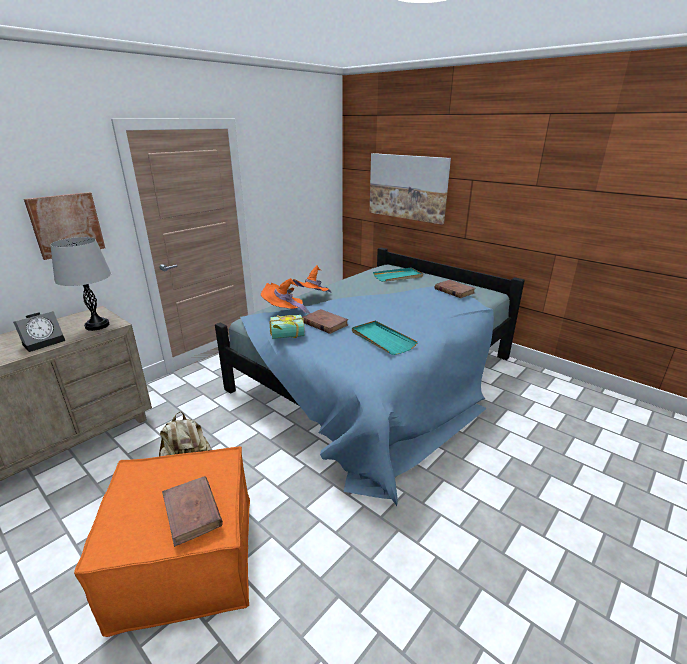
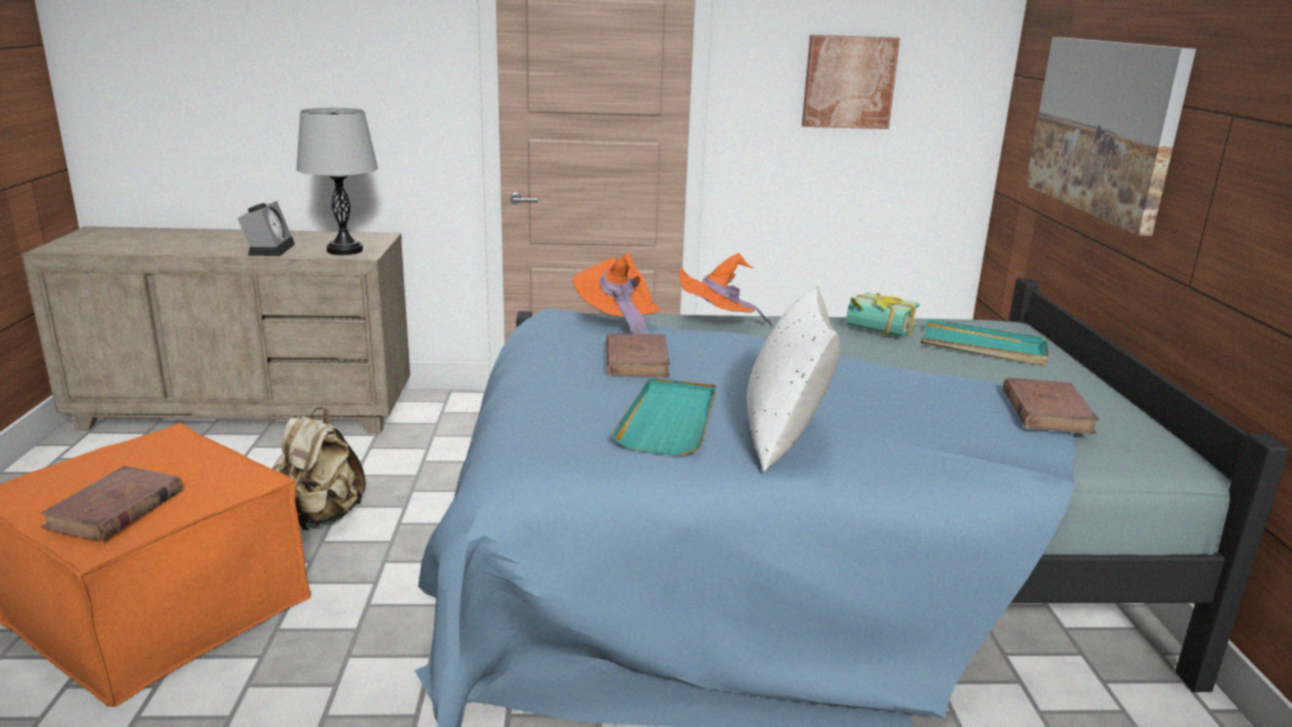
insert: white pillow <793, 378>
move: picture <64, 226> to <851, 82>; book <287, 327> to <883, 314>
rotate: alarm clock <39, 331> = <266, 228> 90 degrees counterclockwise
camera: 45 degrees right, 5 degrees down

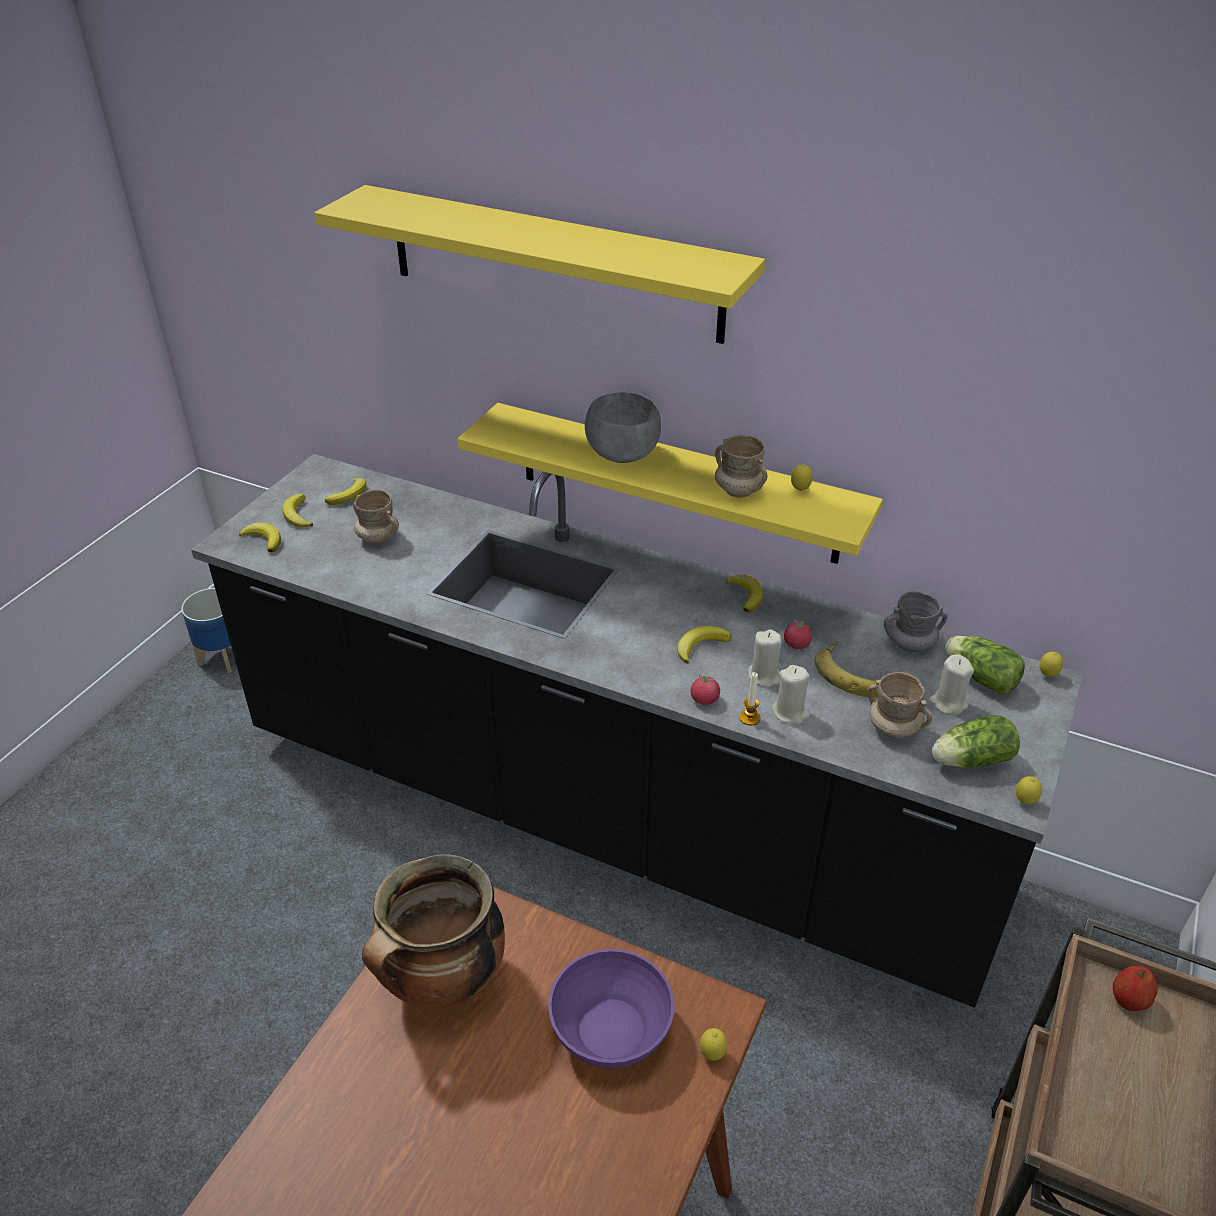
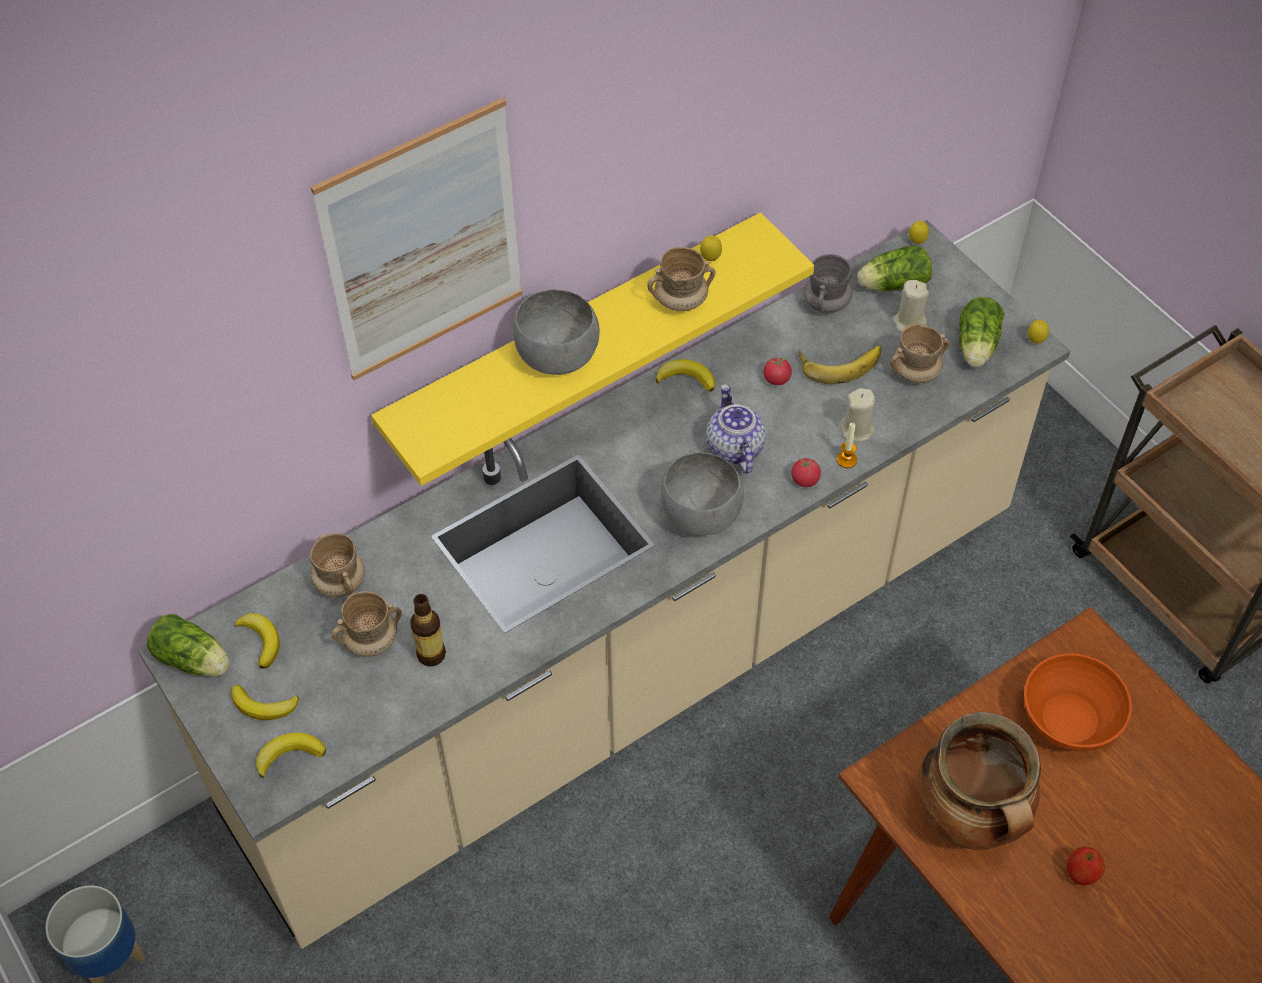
delete: lemon <714, 1044>; beige candle <765, 658>
insert: lettuce <188, 645>; beige mug <337, 565>; bottle <428, 630>; grey bowl <702, 493>
move: apple <1135, 988> to <1086, 865>
replace: yellow shelf <540, 264> to picture <416, 239>; banana <704, 645> to teapot <736, 429>
recolor: black counter <637, 731> to beige counter <604, 584>; purple bowl <611, 1008> to orange bowl <1078, 702>
camera: 60 degrees left, 15 degrees up

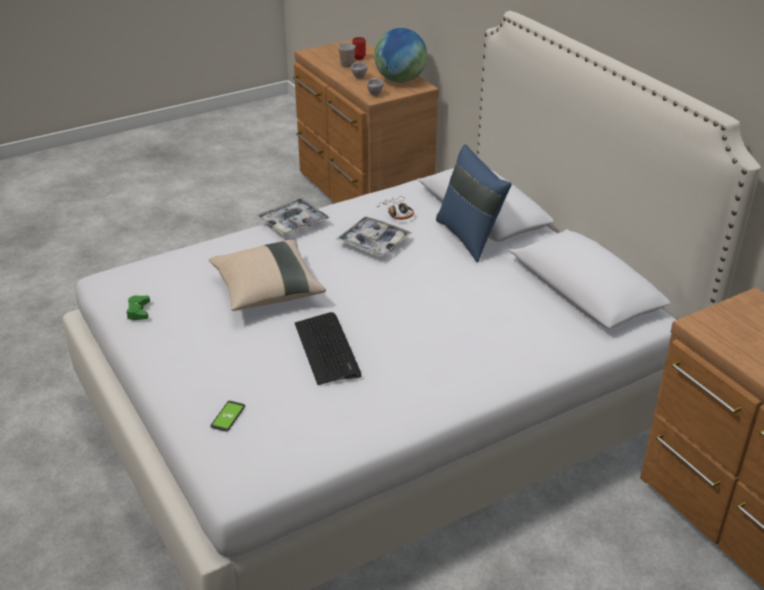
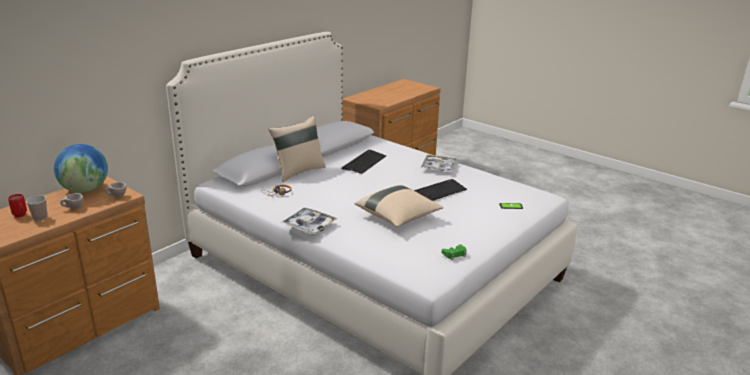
insert: keyboard <363, 162>
move: tray <374, 237> to <439, 163>
recolor: blue pillow <474, 203> to beige pillow <297, 149>
camera: 110 degrees left, 10 degrees down

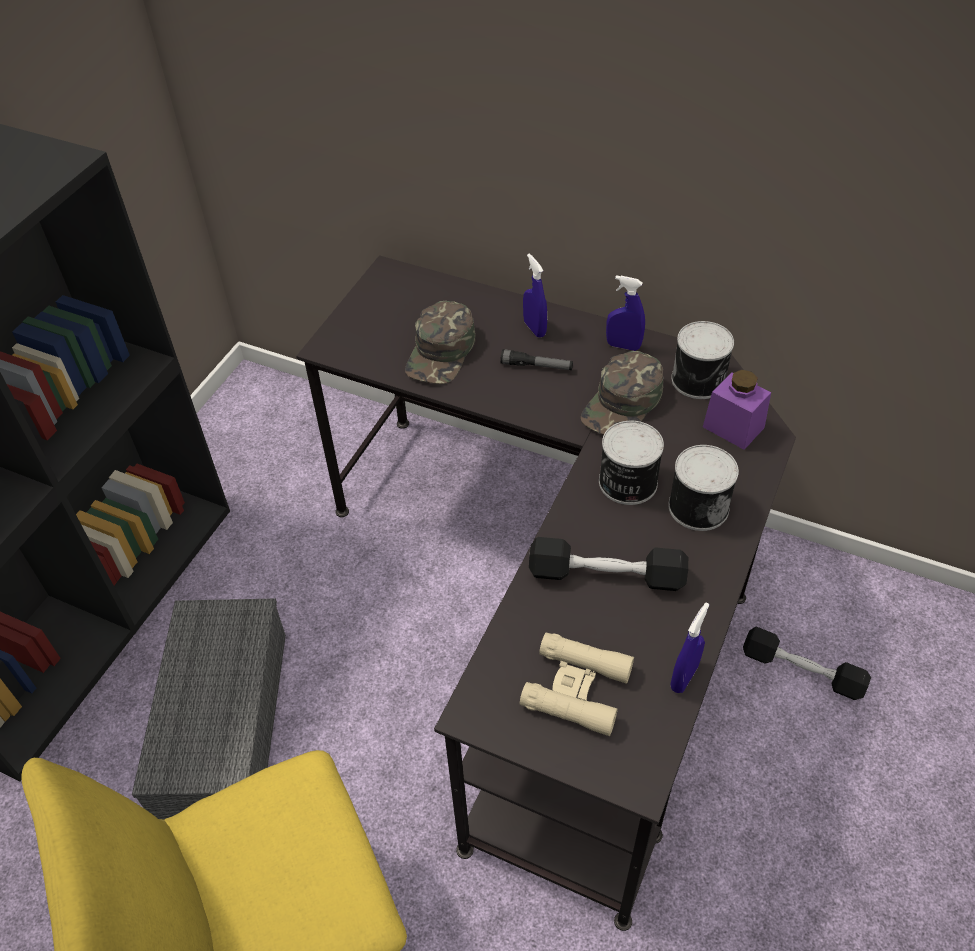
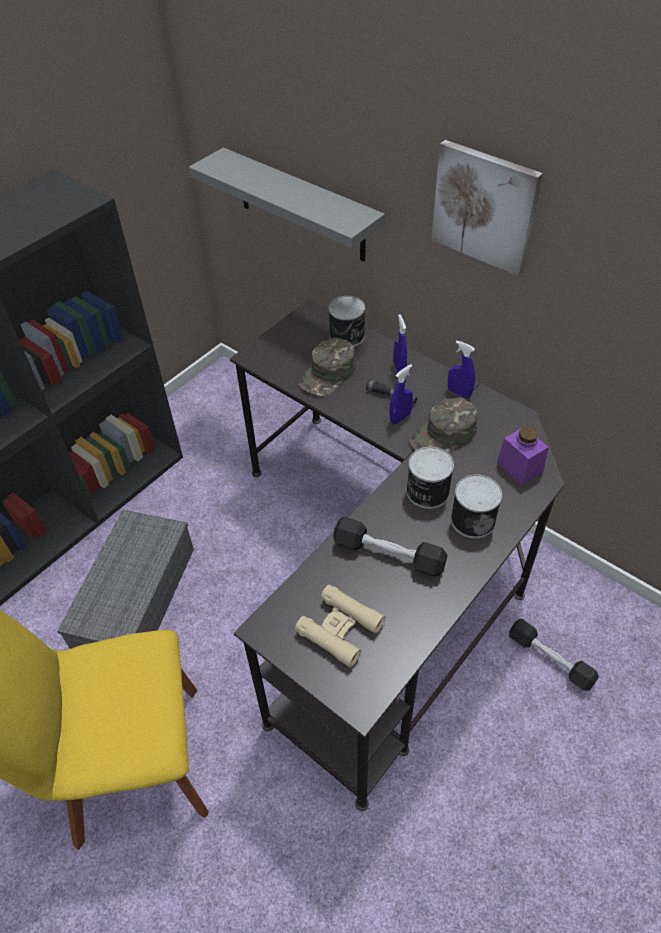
insert: grey shelf <287, 204>; picture <487, 208>
move: can <702, 360> to <346, 321>; blue spray bottle <690, 648> to <401, 394>
camera: 15 degrees right, 0 degrees up

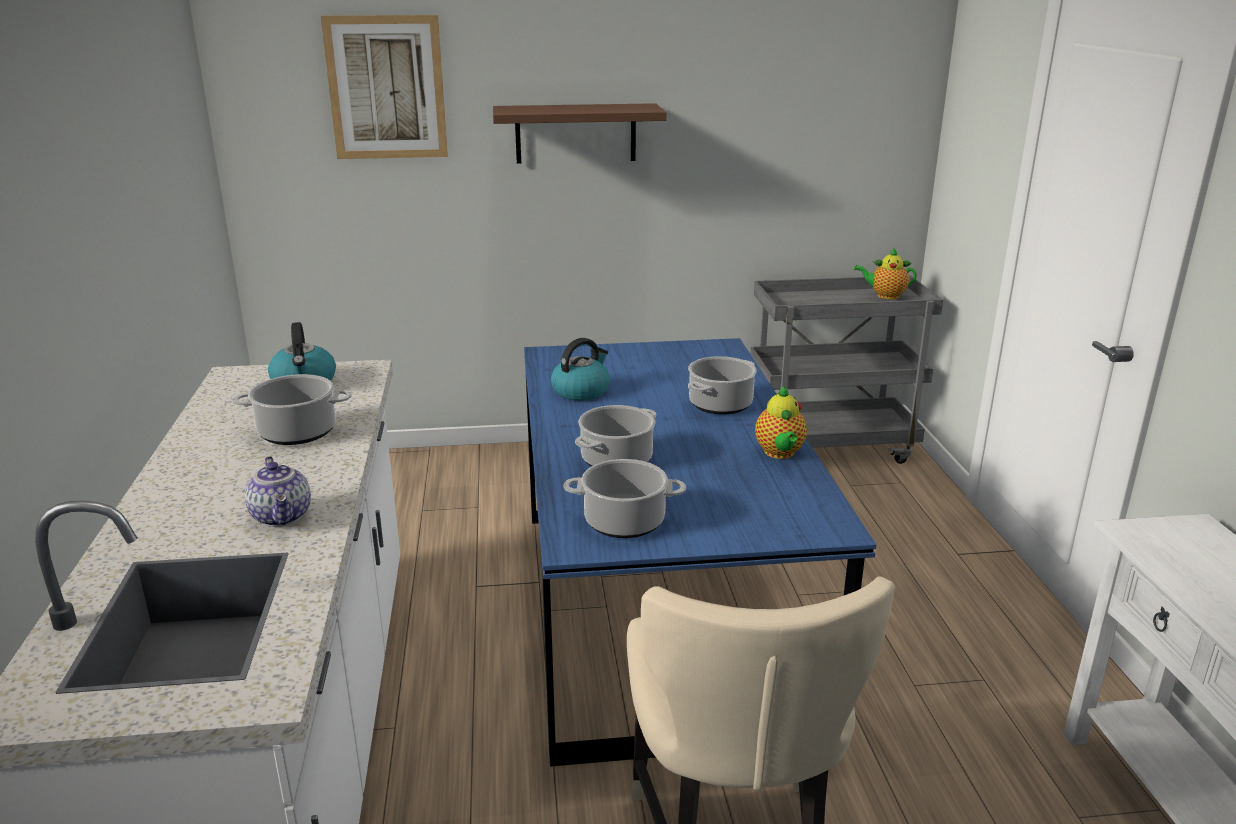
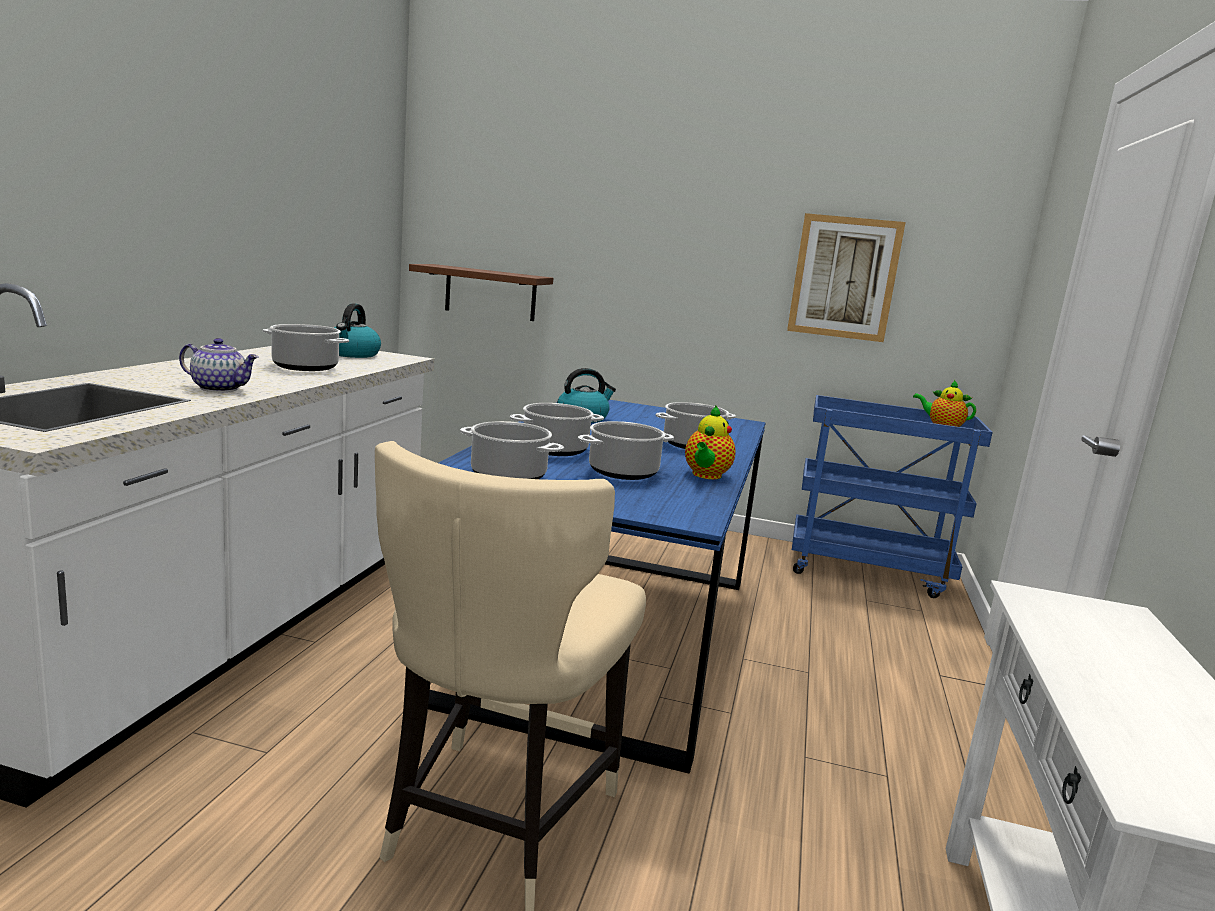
insert: cooking pot <626, 450>
move: picture <384, 87> to <846, 277>; brown shelf <579, 133> to <481, 292>
recolor: grey cart <846, 369> to blue cart <892, 496>
rotate: teapot <278, 491> = <218, 365> 75 degrees counterclockwise
camera: 20 degrees right, 10 degrees down

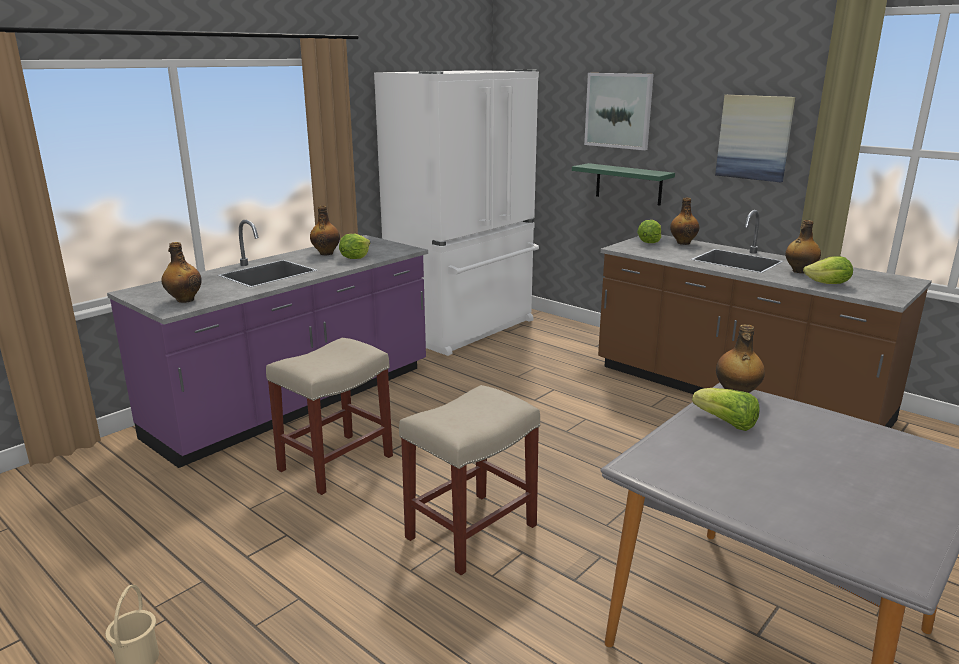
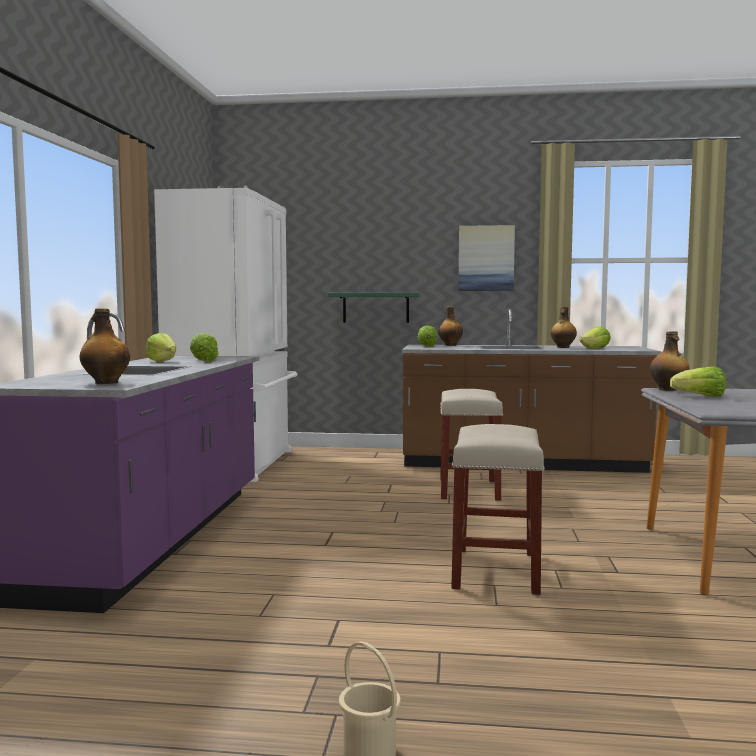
delete: picture <619, 111>
move: beige stool <329, 416> to <471, 445>
replace: bottle <325, 230> to lettuce <161, 347>
camera: 35 degrees left, 15 degrees down

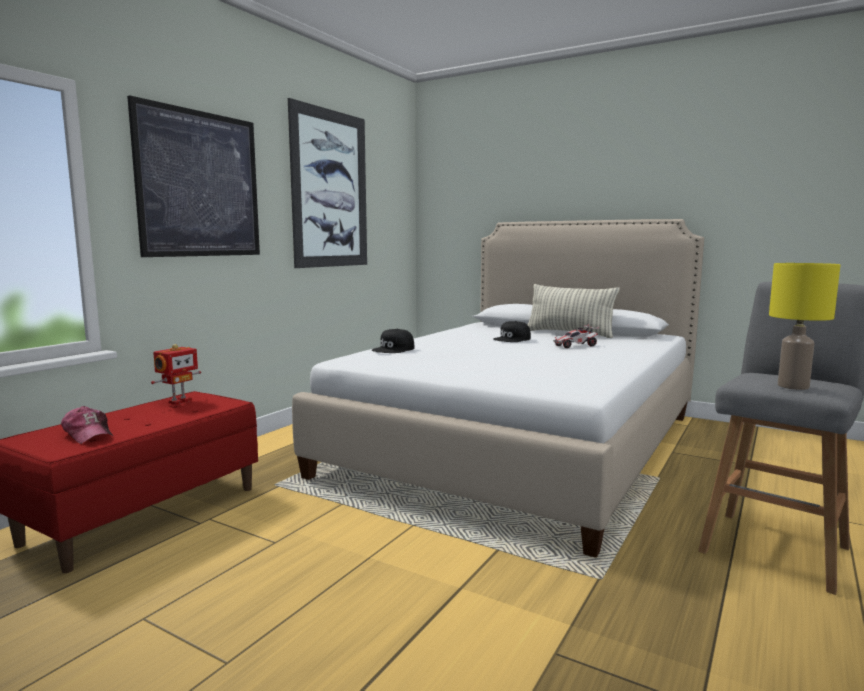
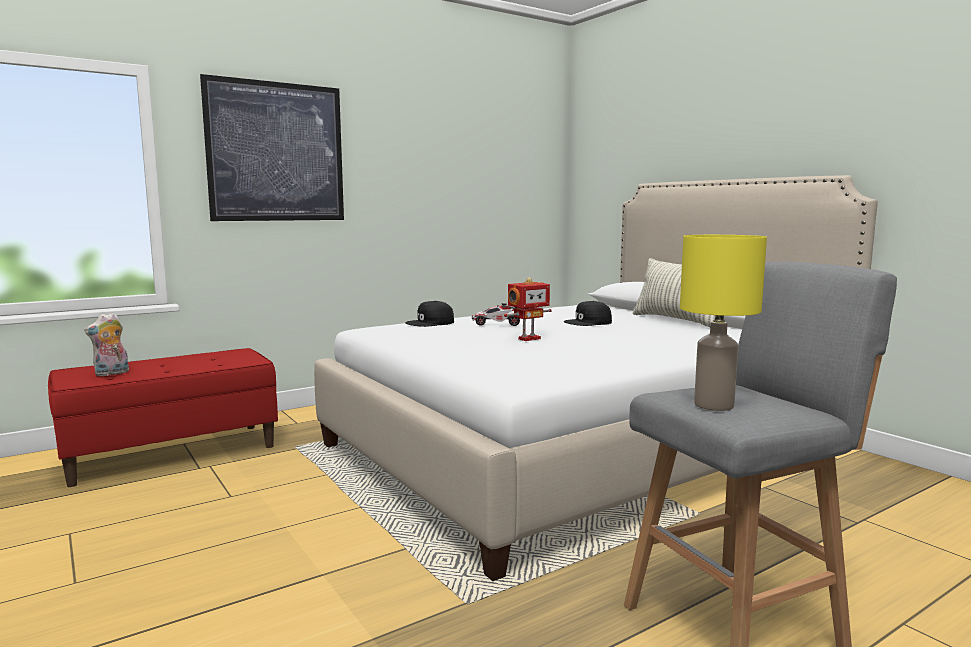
delete: picture <327, 183>
move: toy robot <176, 374> to <528, 309>; toy car <576, 336> to <496, 314>
replace: cap <87, 425> to plush toy <106, 344>
camera: 25 degrees right, 0 degrees up

